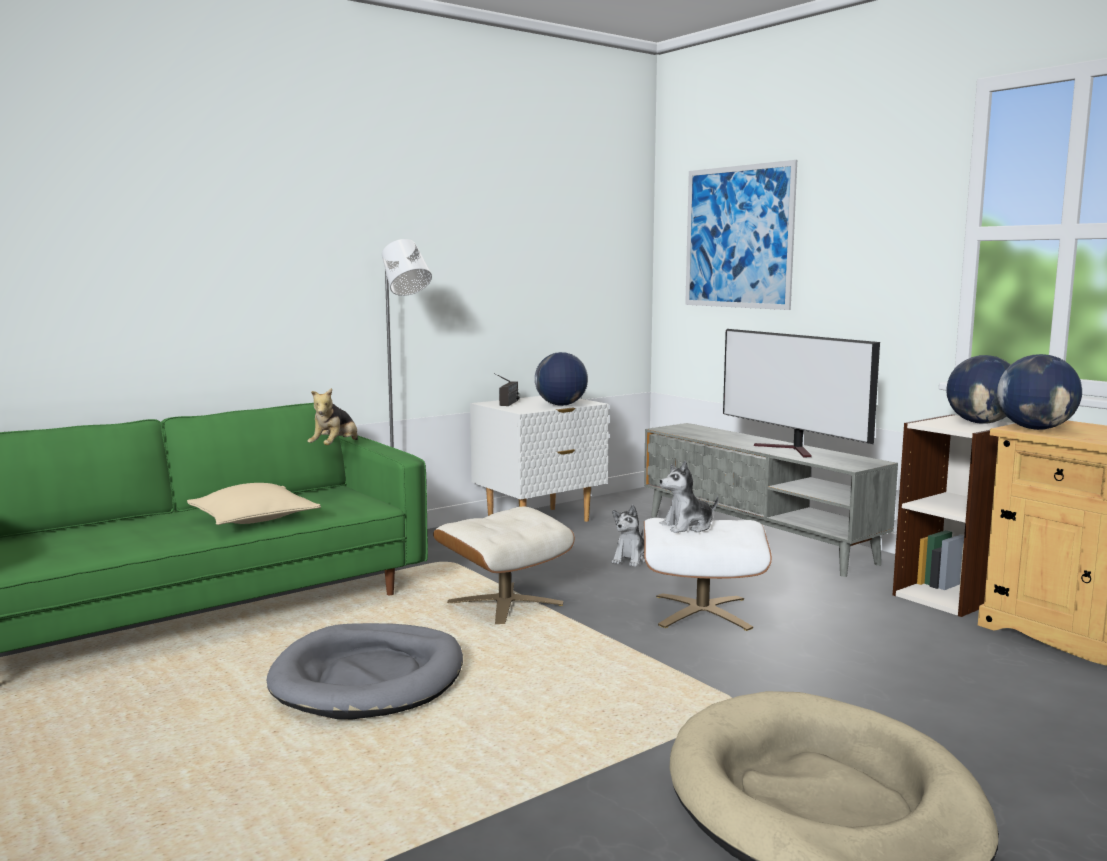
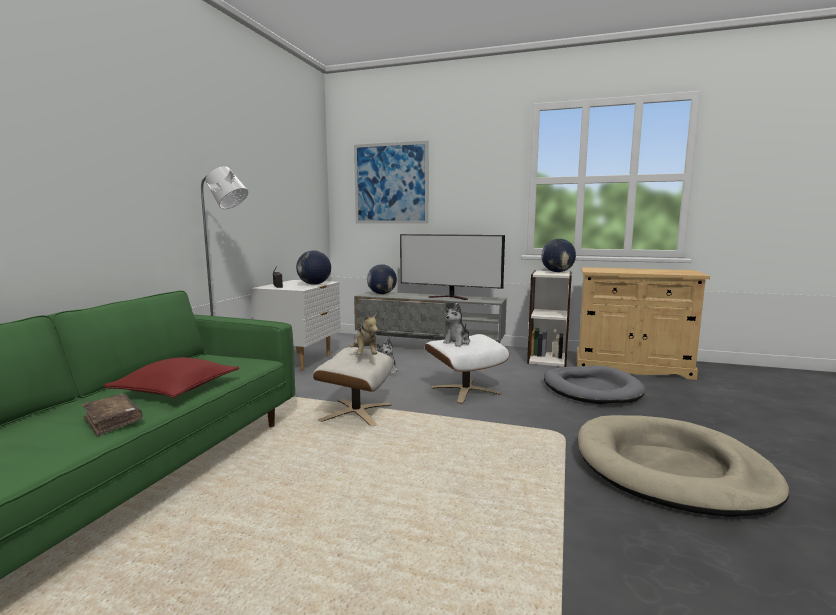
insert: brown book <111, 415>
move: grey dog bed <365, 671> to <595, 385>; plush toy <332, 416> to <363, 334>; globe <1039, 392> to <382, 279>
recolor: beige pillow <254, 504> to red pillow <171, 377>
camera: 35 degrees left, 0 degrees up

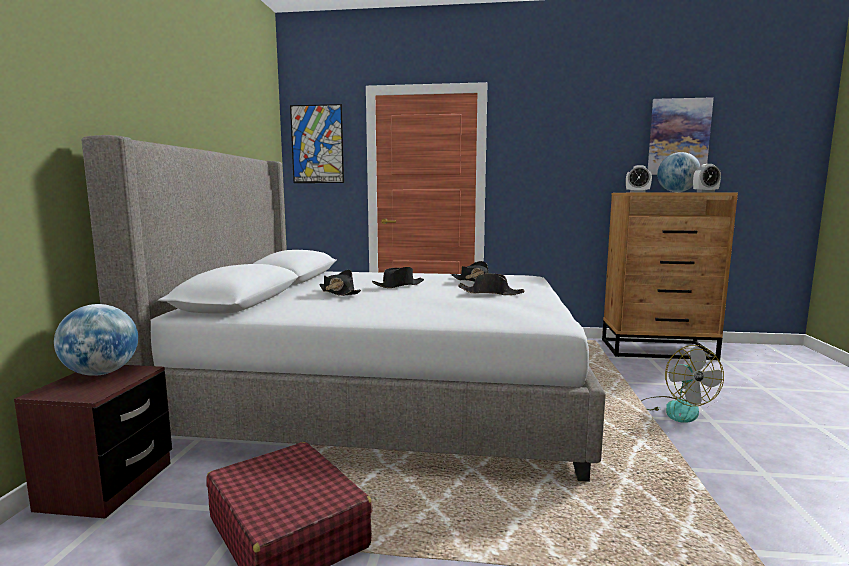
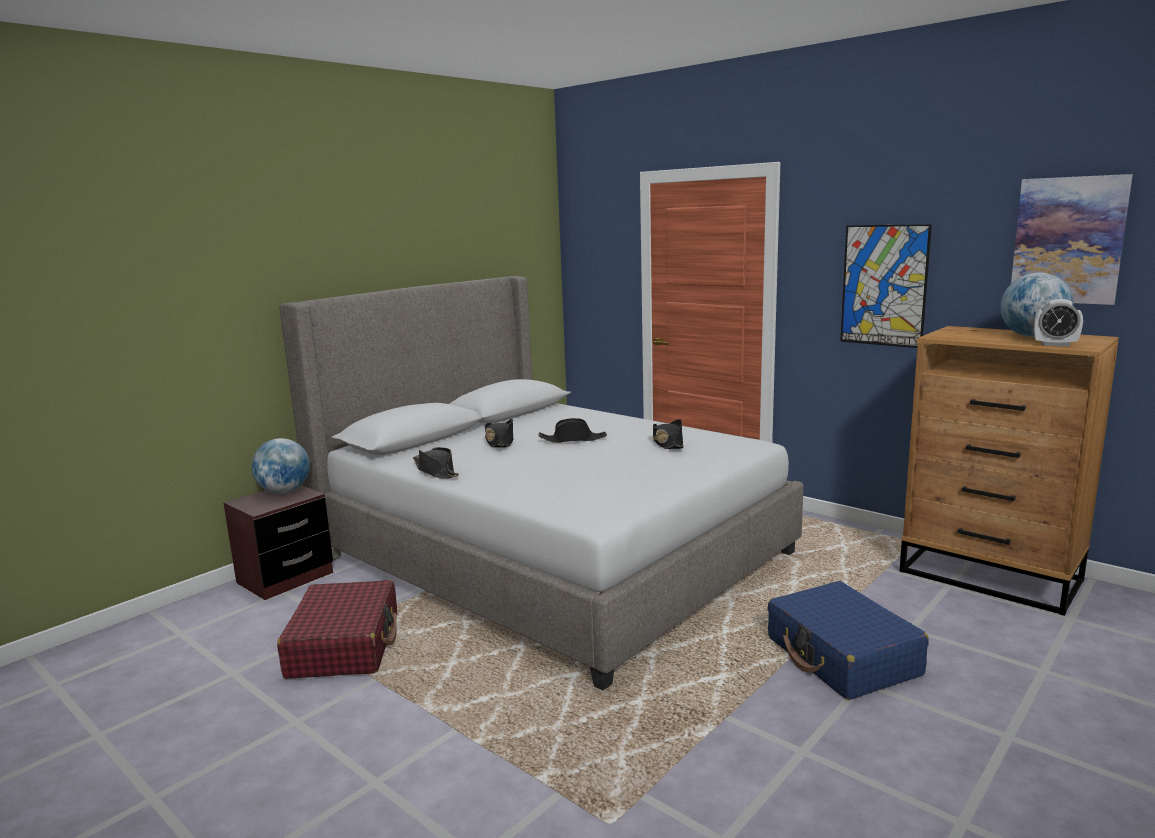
delete: alarm clock <639, 178>
move: picture <317, 143> to <886, 286>; black hat <491, 284> to <436, 463>
replace: fan <682, 384> to blue suitcase <848, 640>
camera: 35 degrees right, 5 degrees up

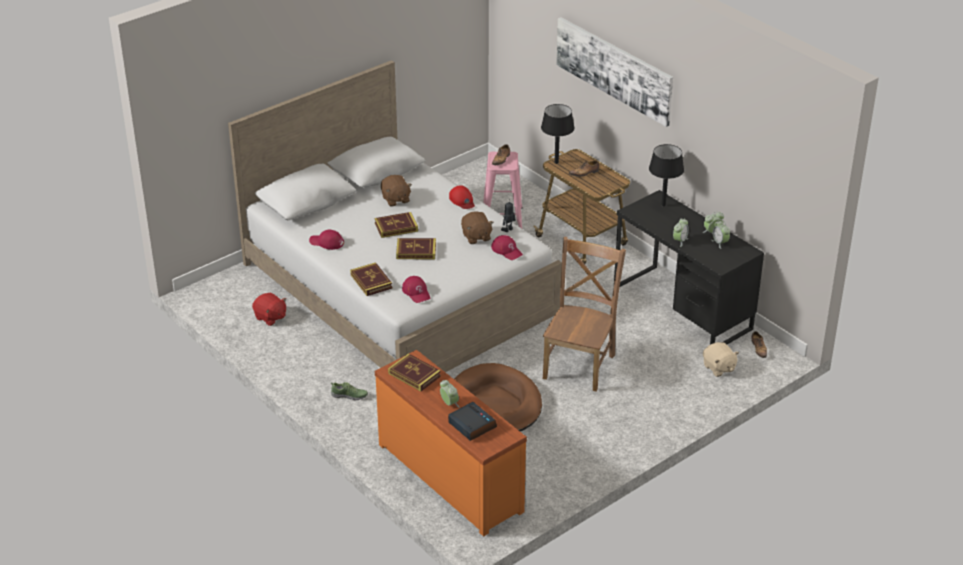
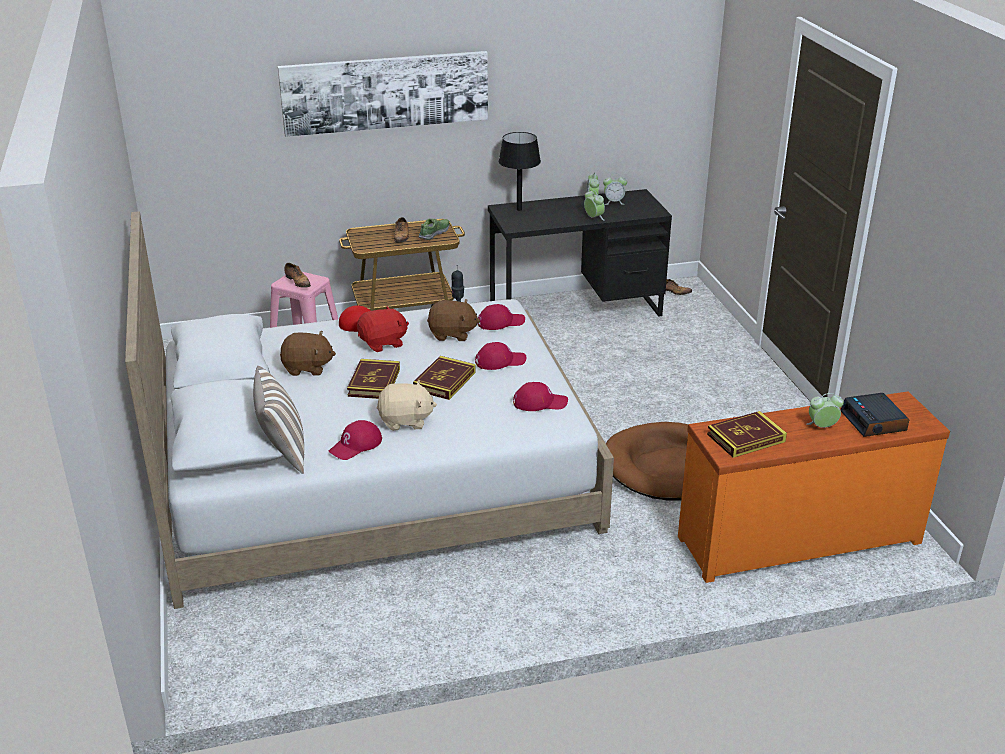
delete: book <371, 279>; black table lamp <557, 134>; brown chair <584, 314>
insert: pillow <278, 420>; red cap <500, 356>
move: red plush toy <269, 309> to <383, 329>; shoe <349, 391> to <434, 229>; beige plush toy <721, 359> to <406, 405>
rotate: alarm clock <472, 421> = <874, 415> 90 degrees counterclockwise
camera: 65 degrees left, 5 degrees down

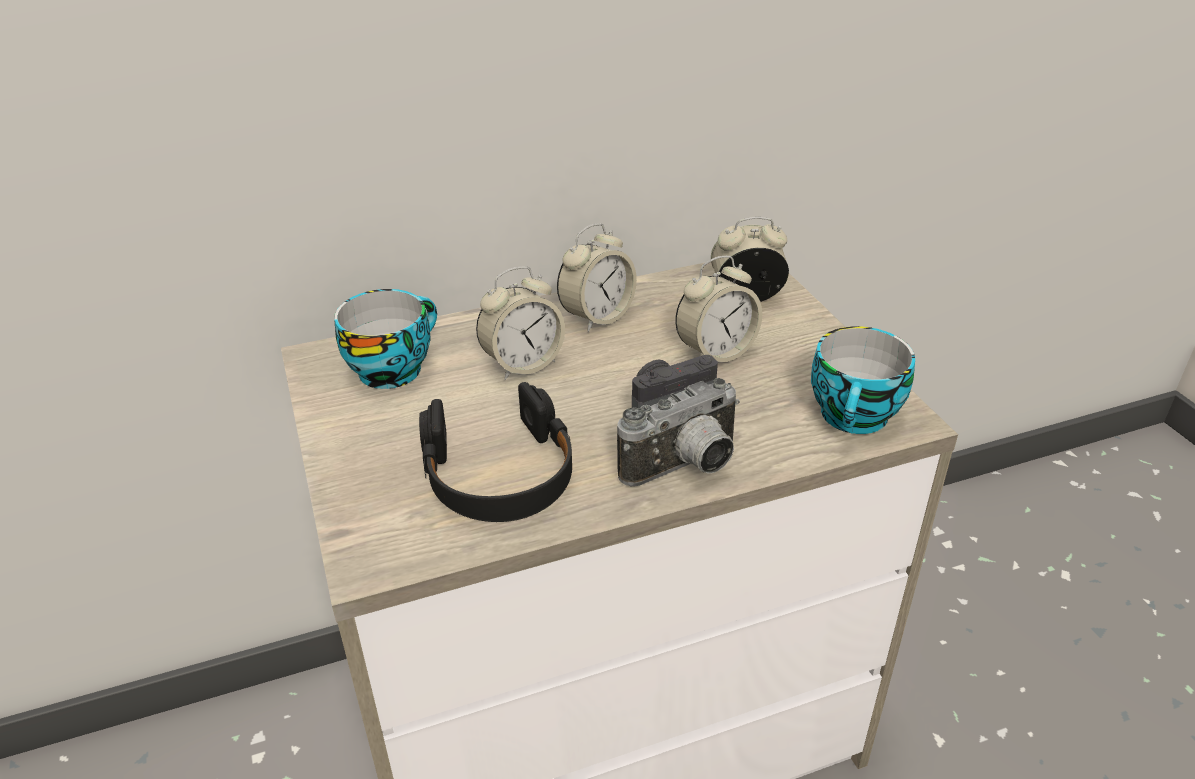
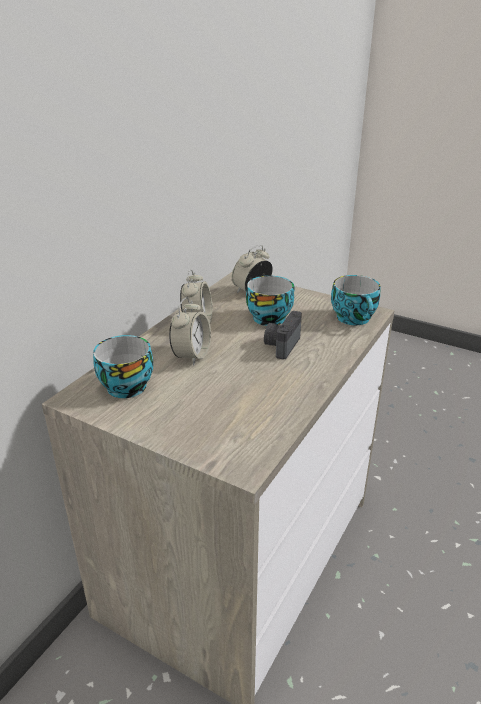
delete: black headphones <495, 452>; photo camera <678, 432>
replace: alarm clock <718, 309> to cup <270, 301>
camera: 40 degrees left, 5 degrees down

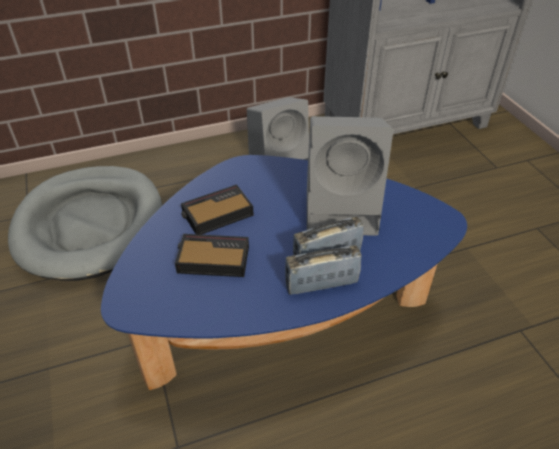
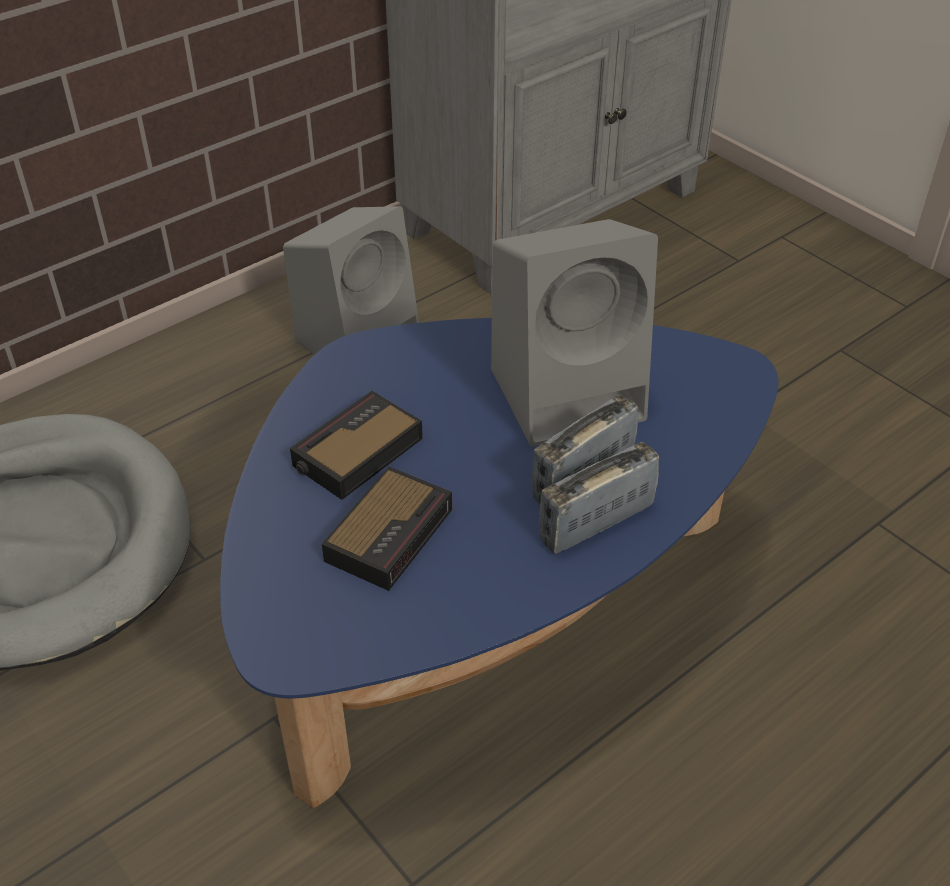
rotate: alarm clock <212, 255> = <387, 528> 135 degrees clockwise
camera: 20 degrees left, 0 degrees up

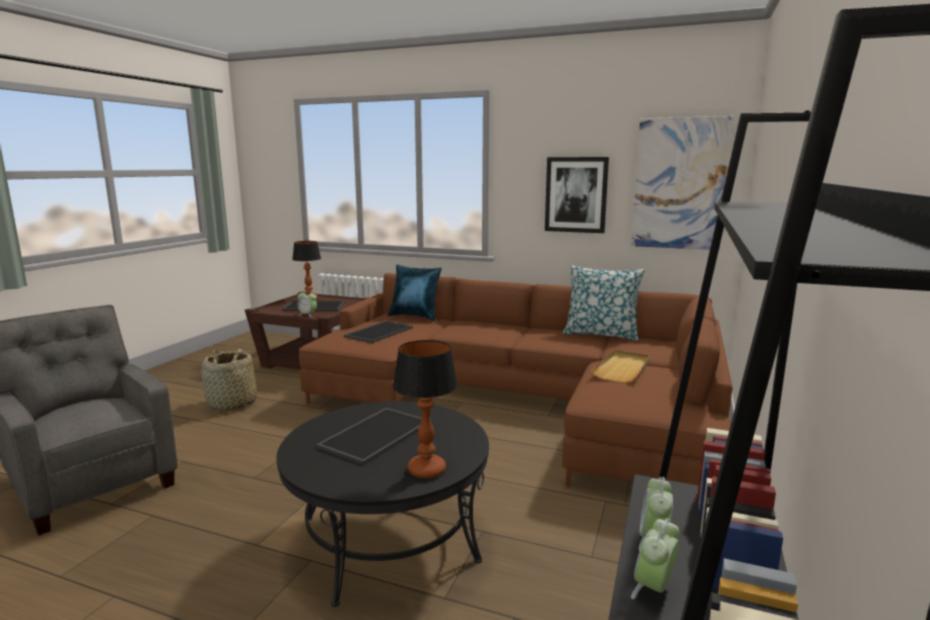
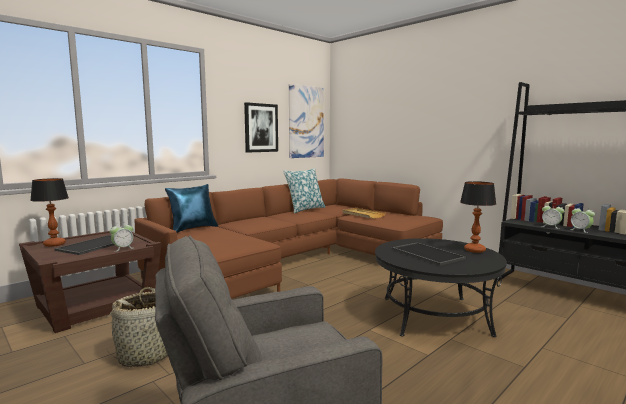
delete: tray <378, 332>
camera: 65 degrees left, 5 degrees down

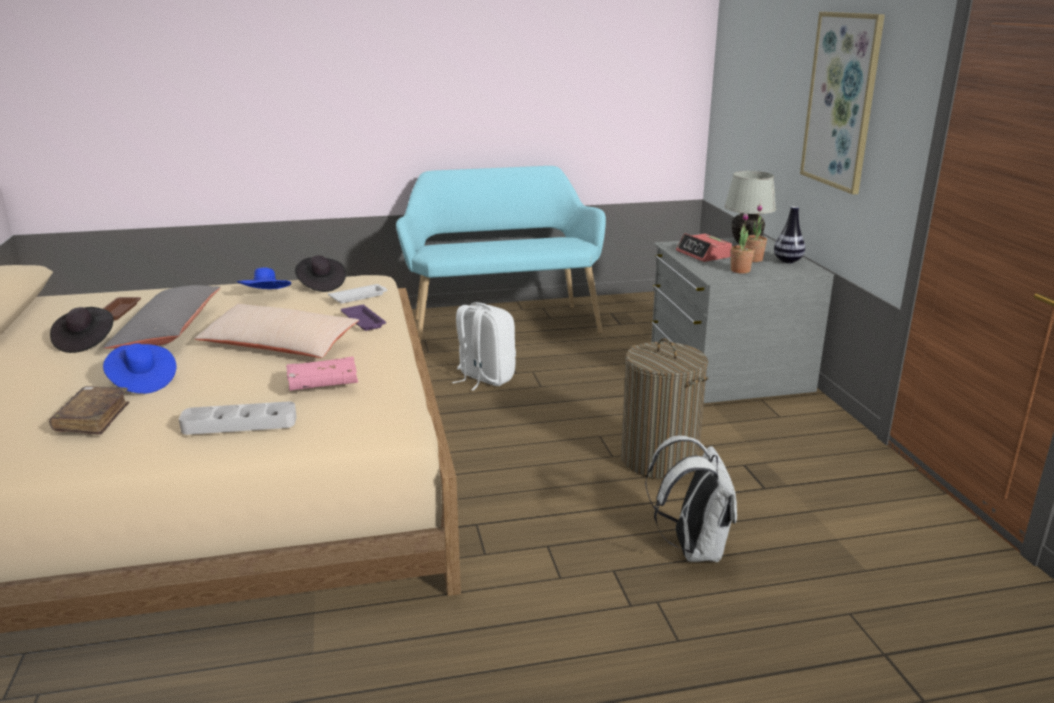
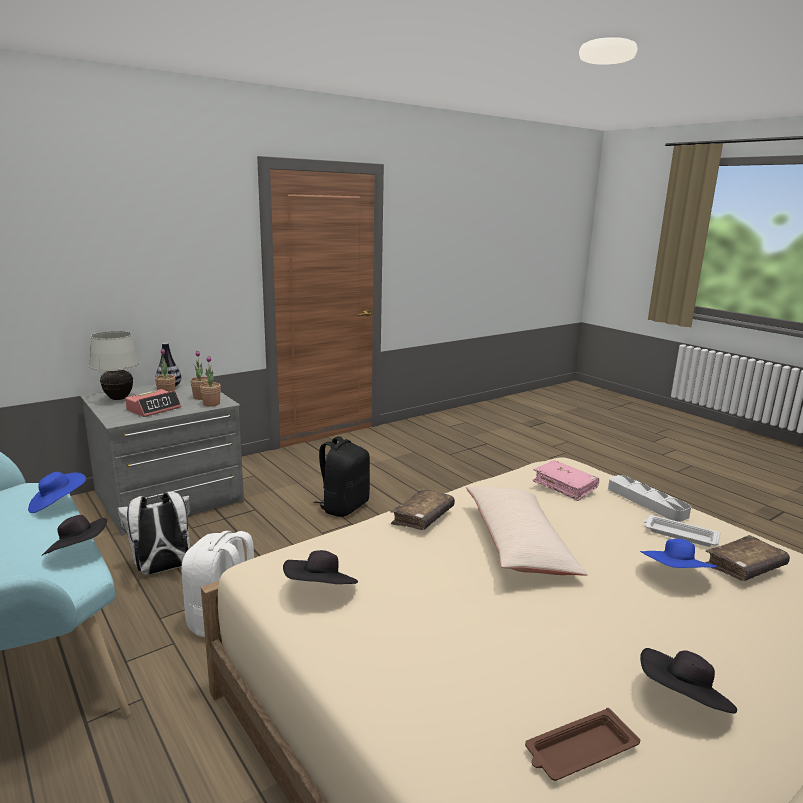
delete: grey pillow <162, 316>; picture <842, 103>
insert: black hat <74, 535>; potted plant <210, 381>
move: blue hat <264, 278> to <57, 492>; white tray <357, 293> to <682, 531>; white backpack <691, 499> to <154, 533>
replace: purple tray <363, 317> to brown book <422, 509>; laundry basket <665, 408> to black backpack <342, 476>
camera: 115 degrees left, 5 degrees down

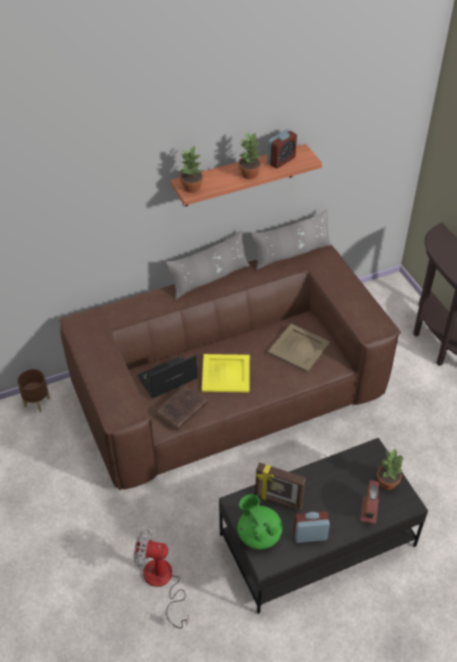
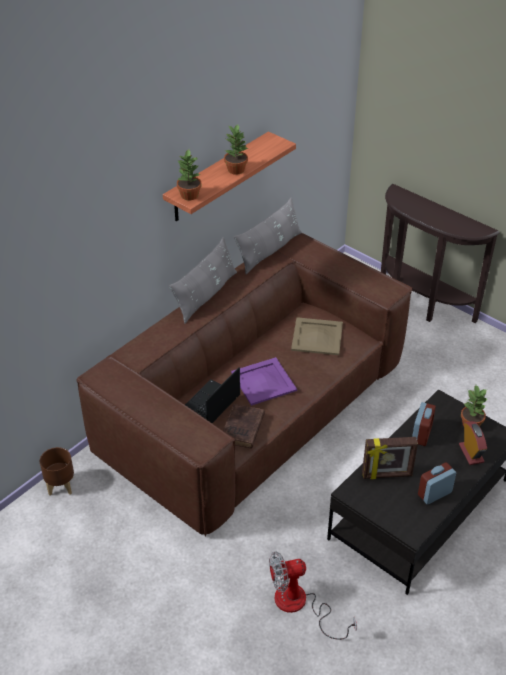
delete: green teapot <260, 521>
move: alarm clock <282, 148> to <424, 424>
recolor: yellow tray <226, 373> to purple tray <264, 381>
camera: 25 degrees left, 5 degrees down

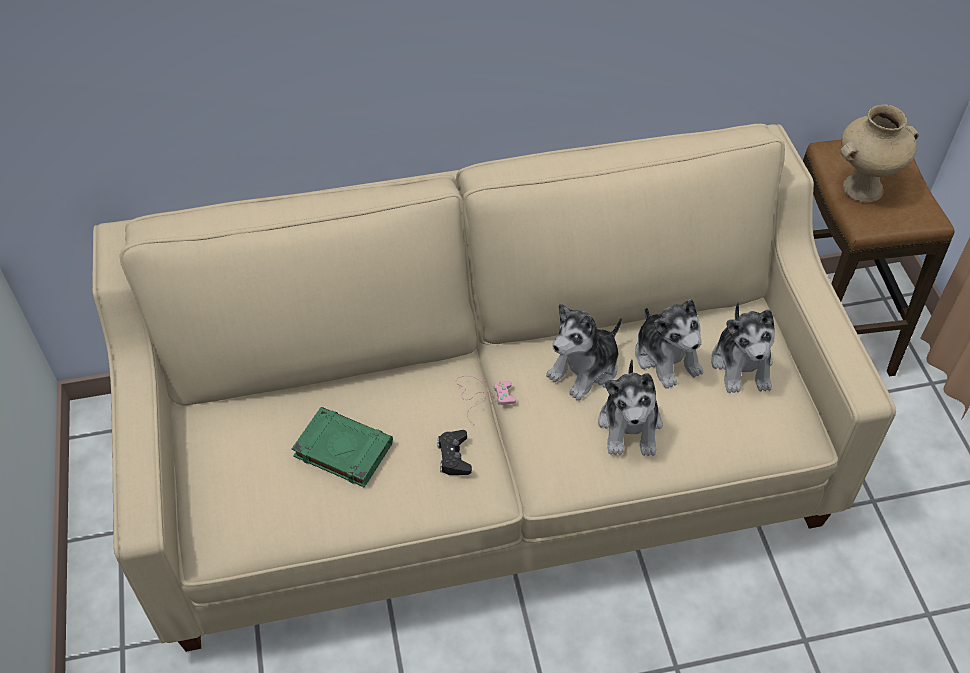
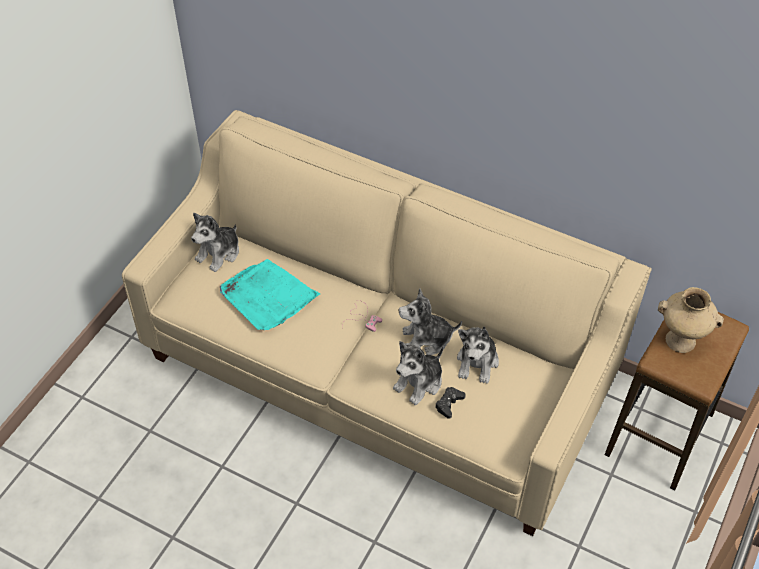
move: black game controller <454, 452> to <450, 403>; plush toy <743, 347> to <215, 242>
replace: green book <342, 447> to turquoise tray <270, 294>
camera: 40 degrees right, 0 degrees up

